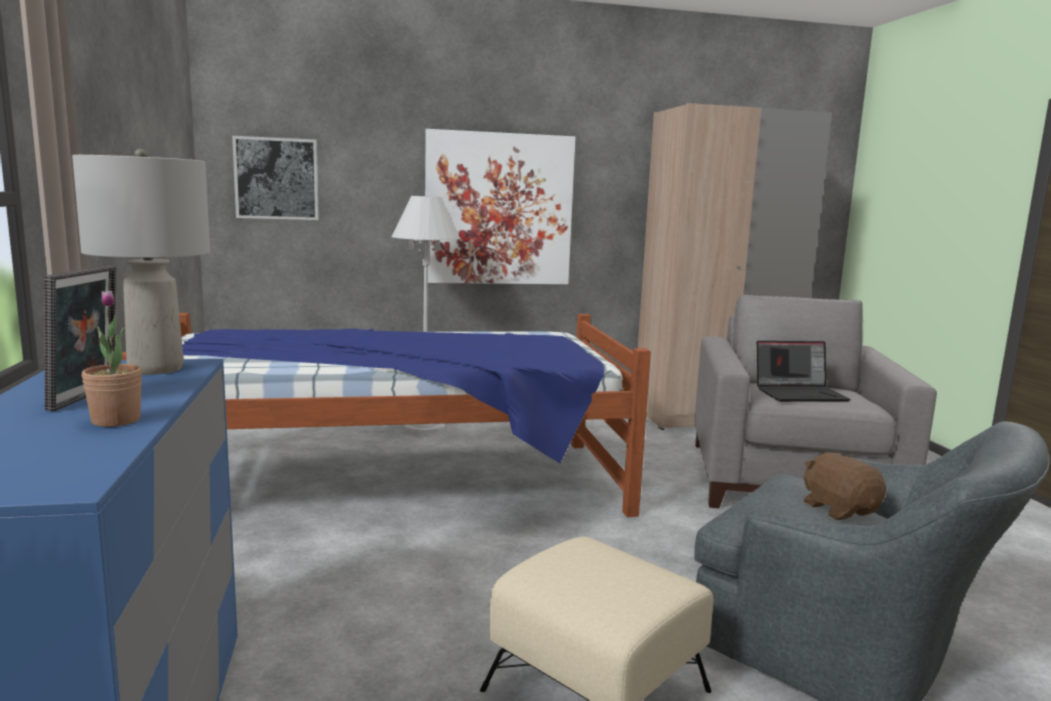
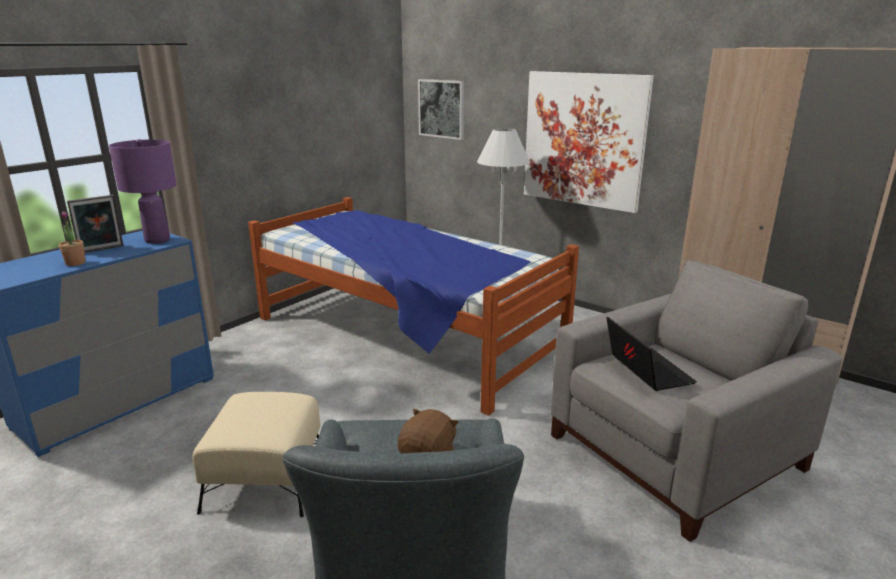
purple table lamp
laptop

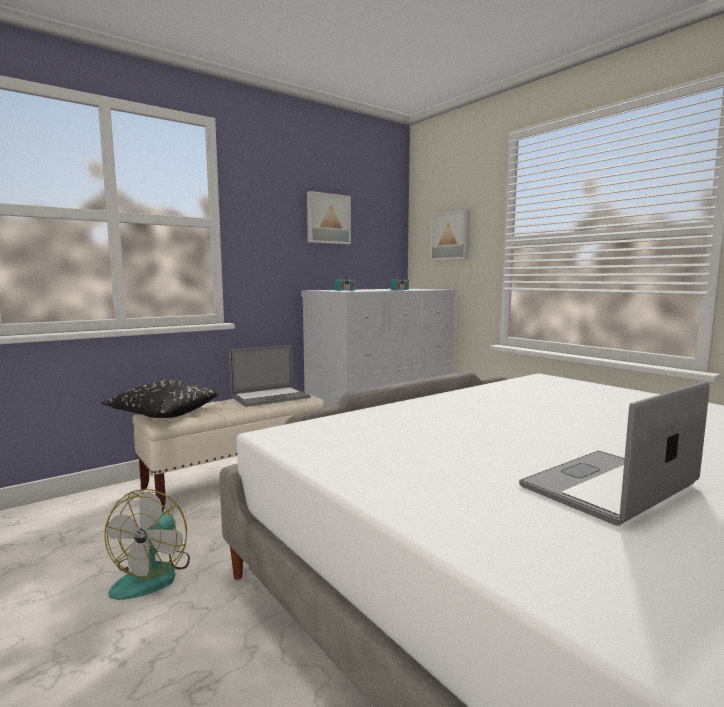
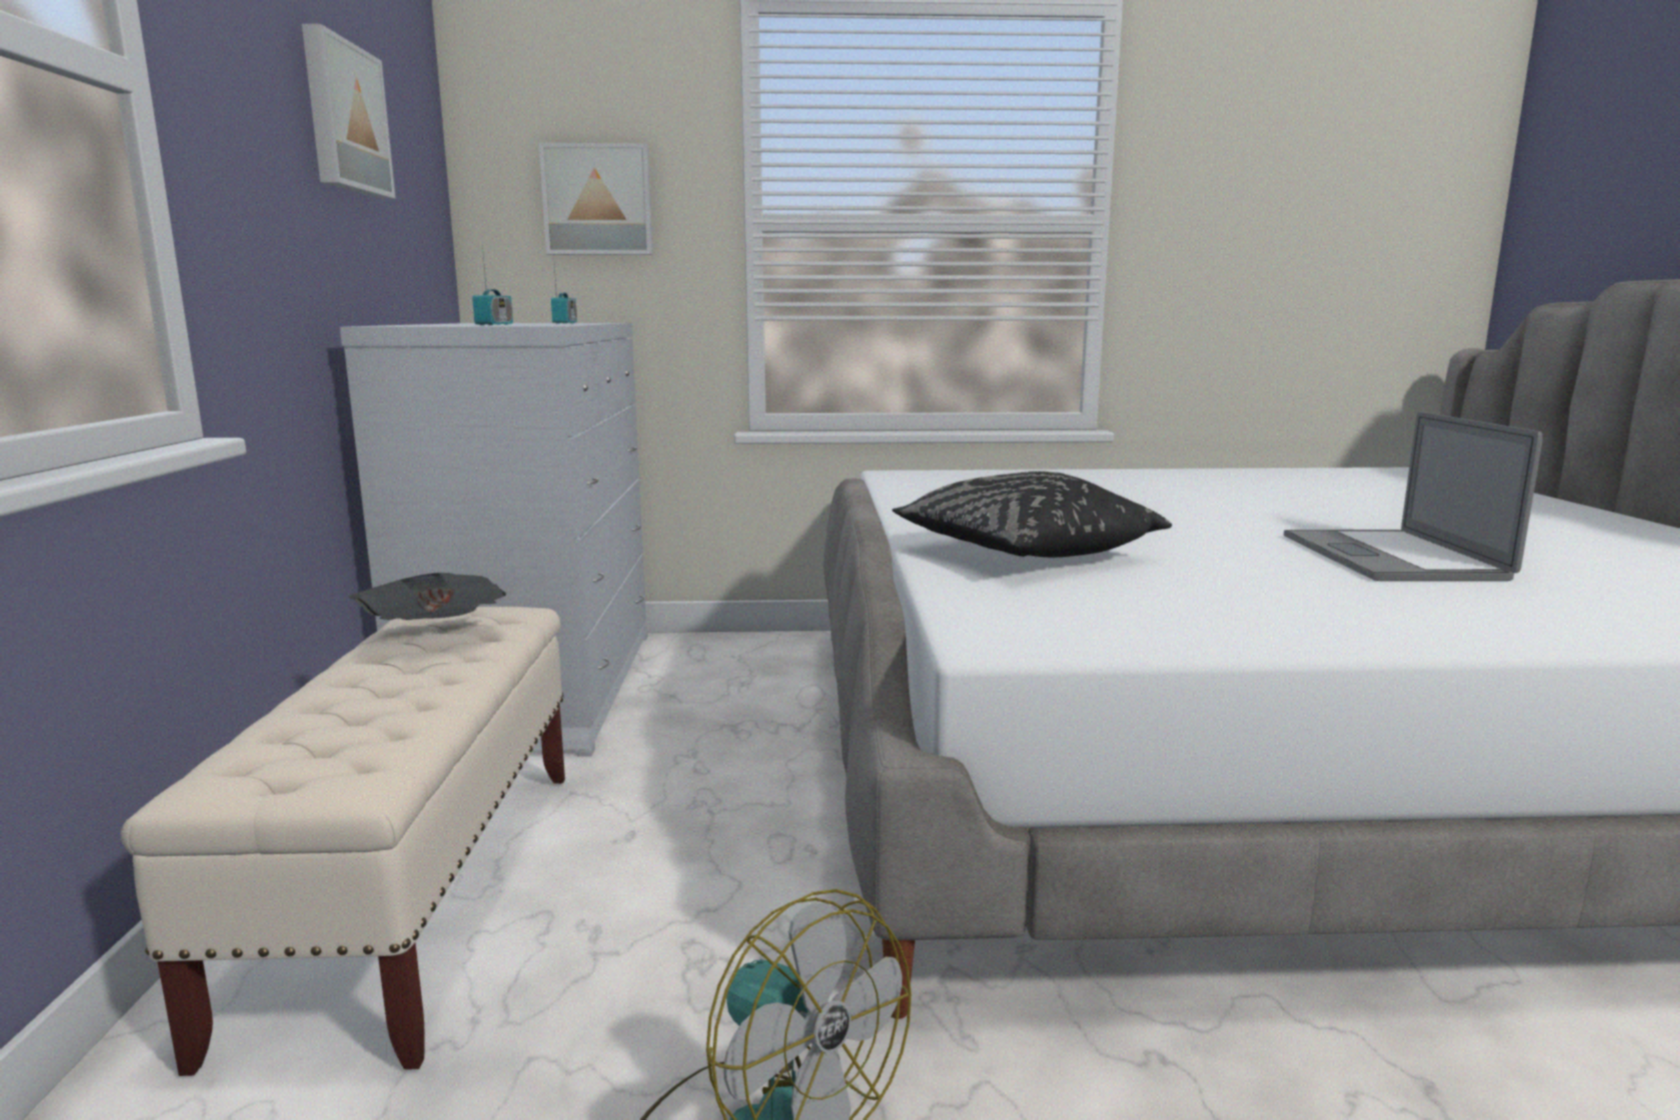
newspaper
black pillow

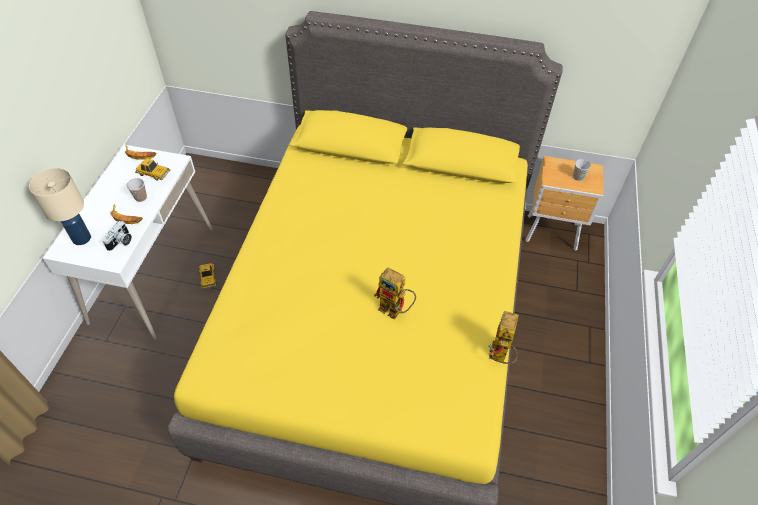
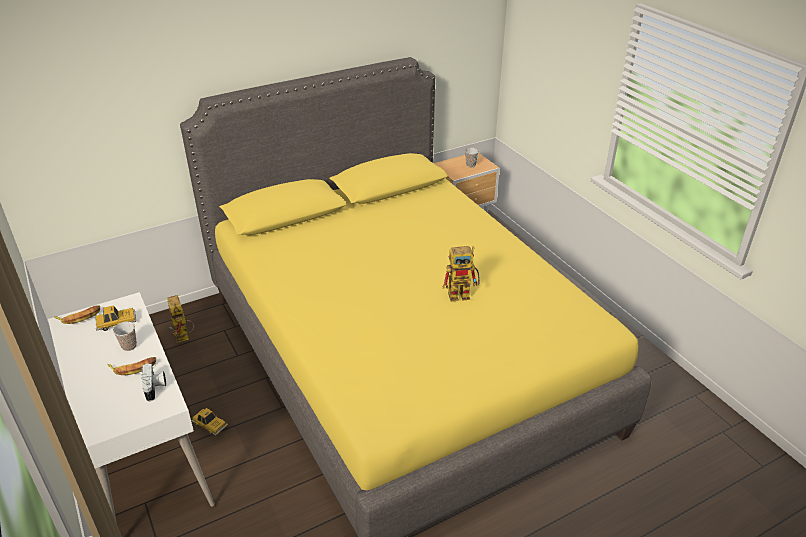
toy robot (1st from left)
beige table lamp

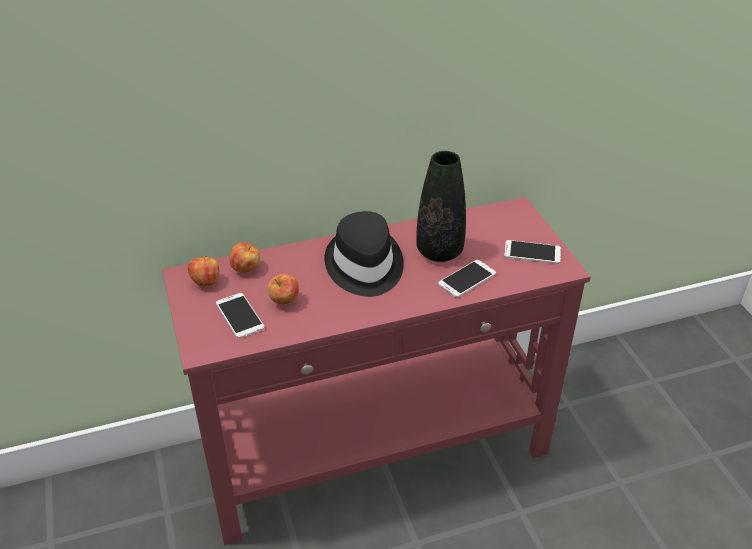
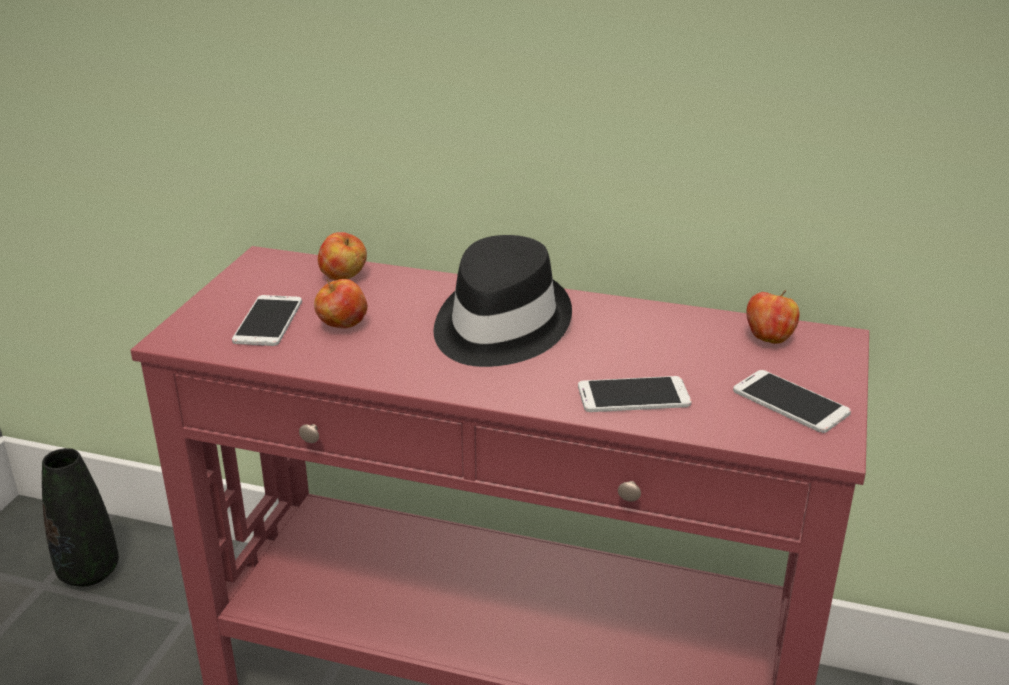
black vase
apple (3rd from left)

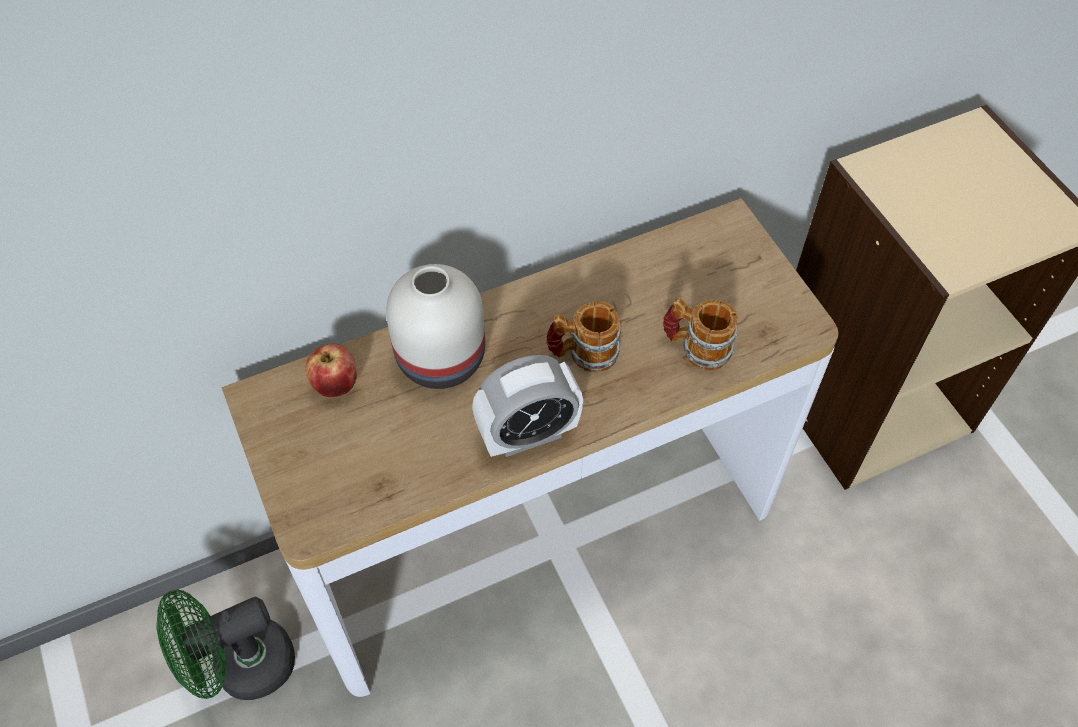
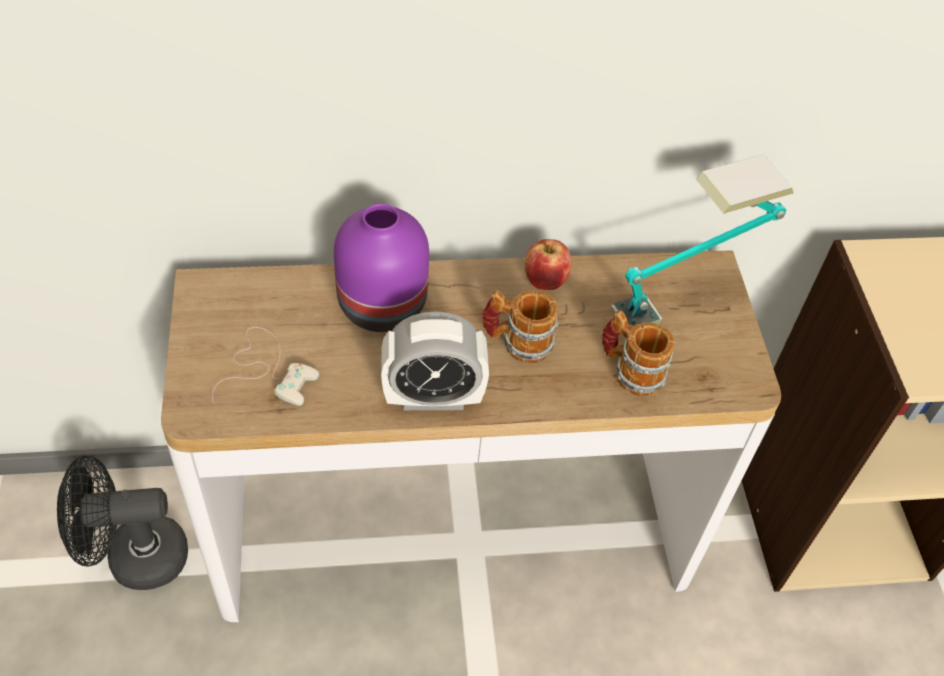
black fan
white game controller
purple vase
apple
table lamp

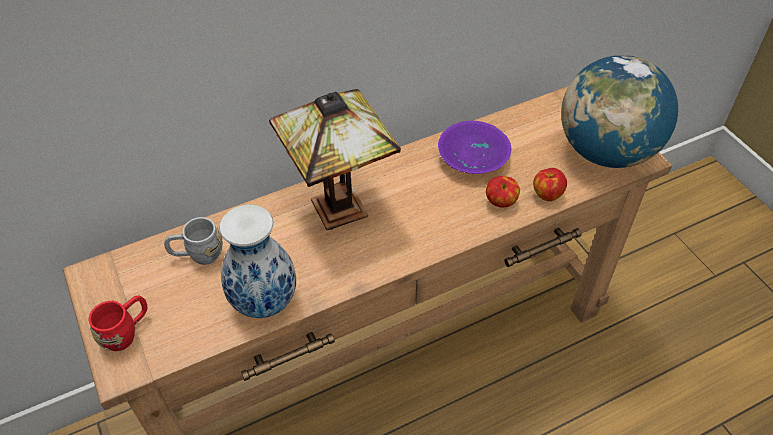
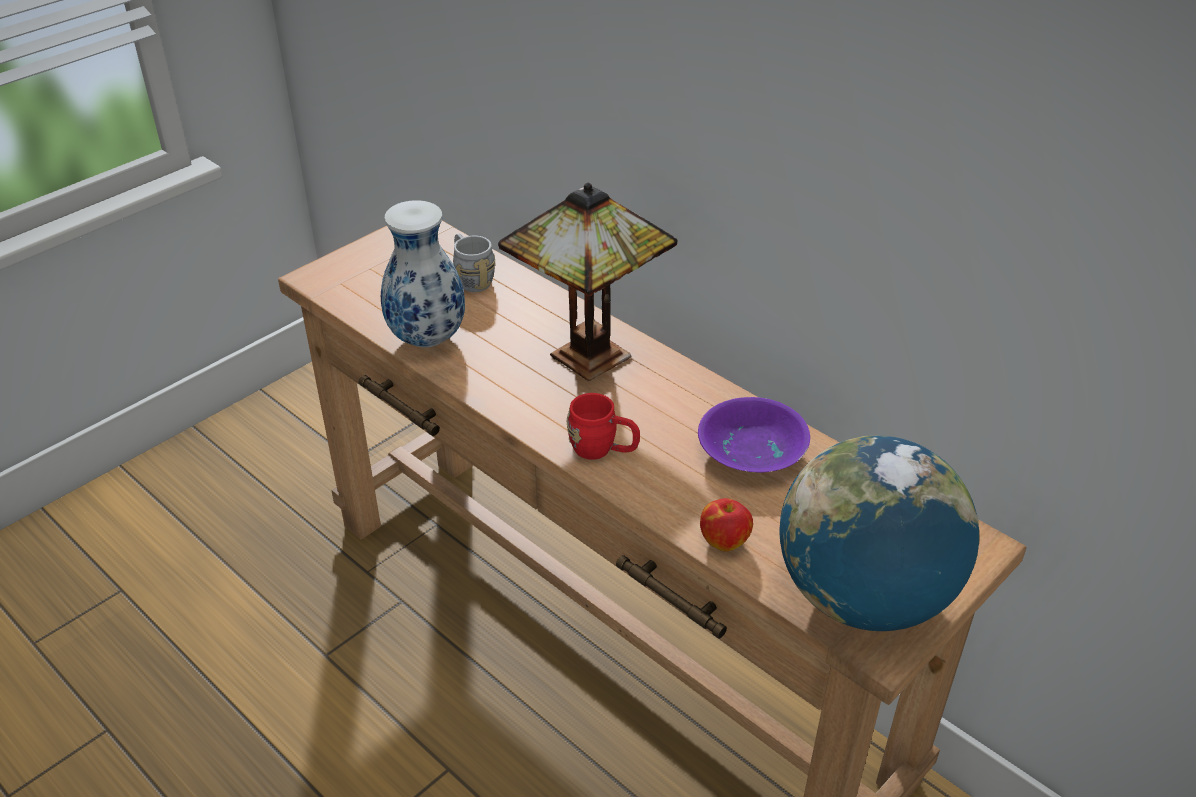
red mug
apple (1st from left in the first image)

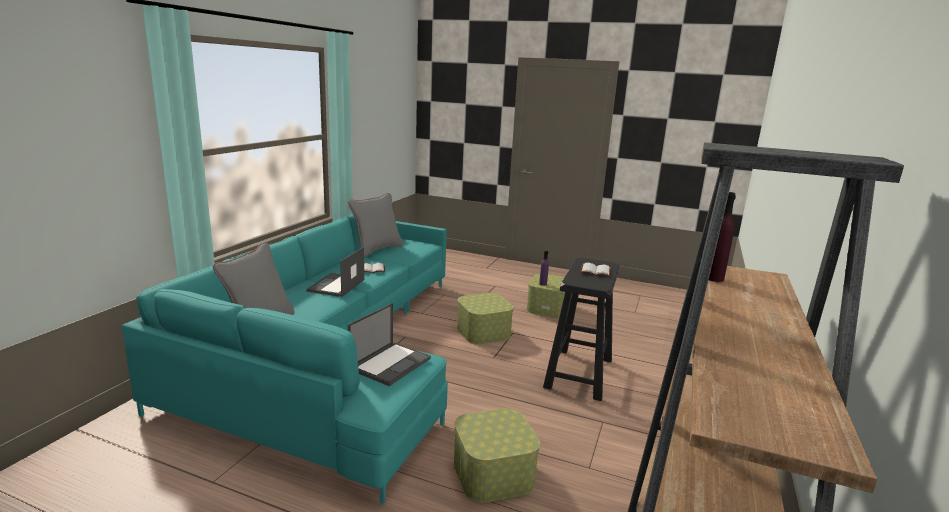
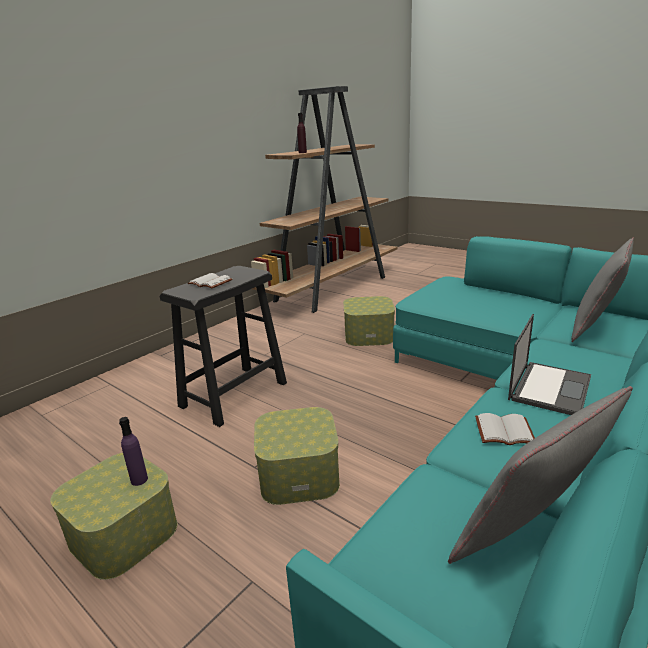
laptop (2nd from left in the first image)

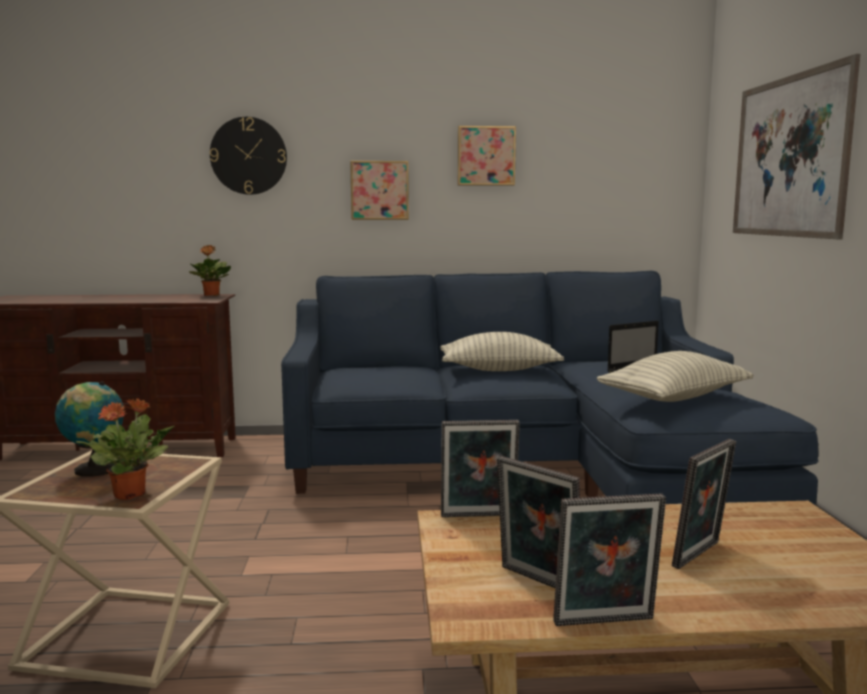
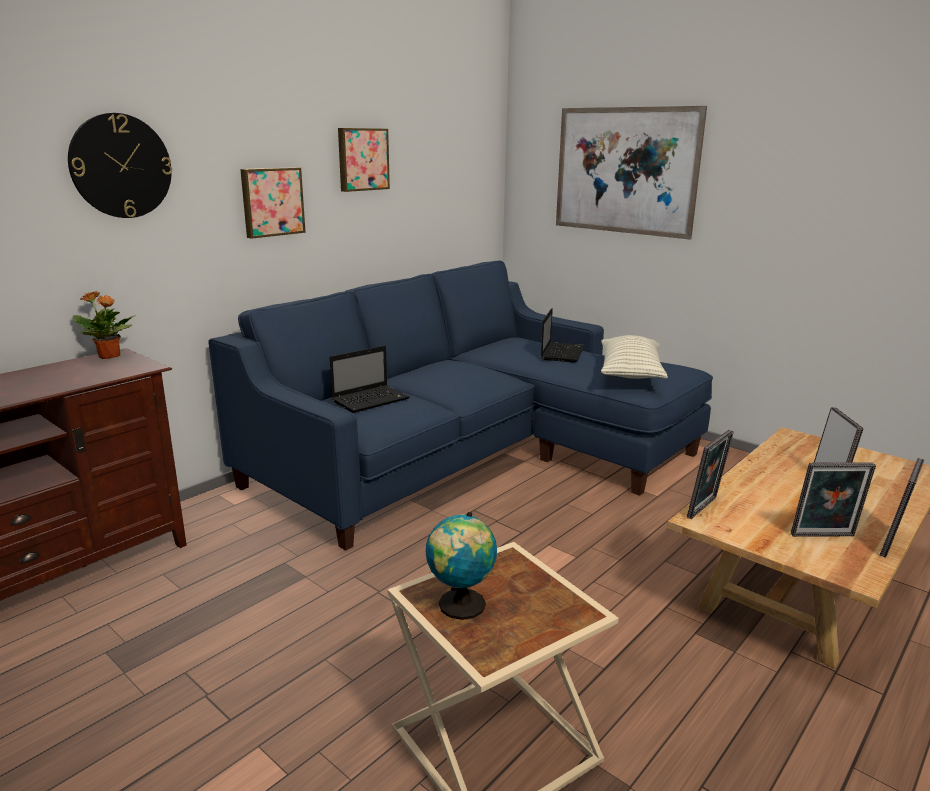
laptop (1st from left)
potted plant (1st from left in the first image)
pillow (1st from left in the first image)

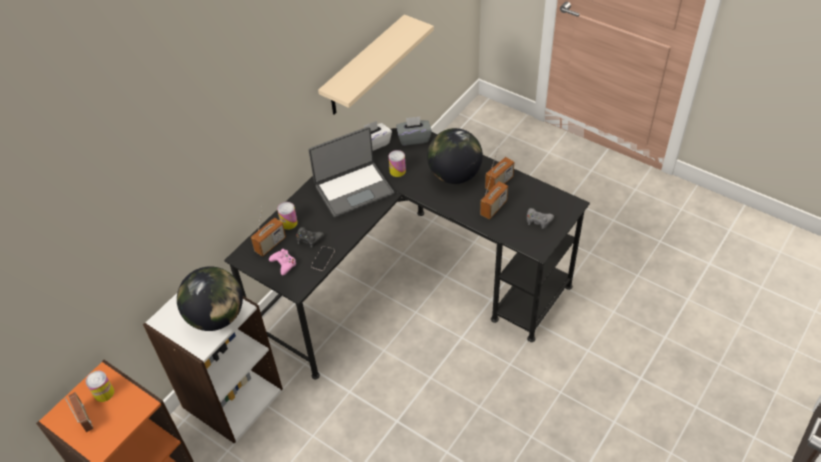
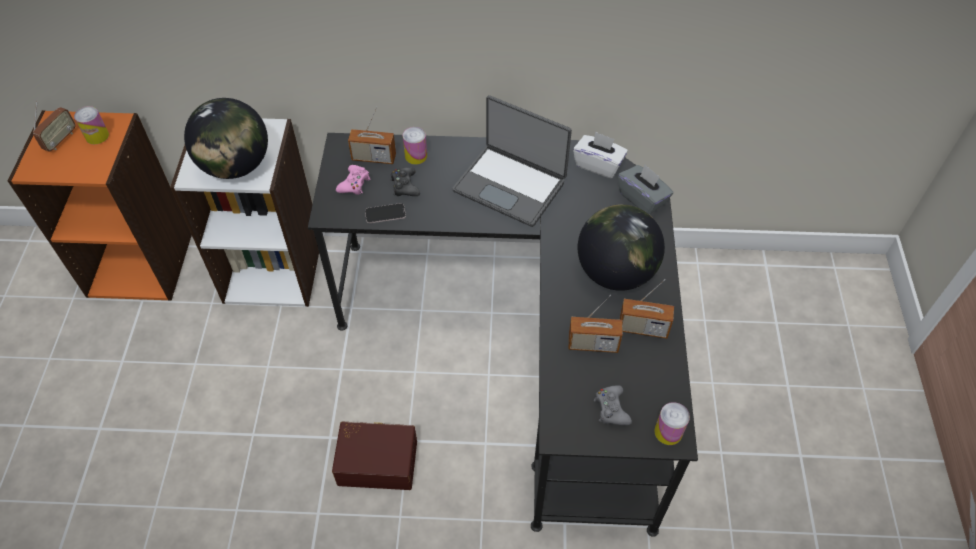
brown storage box
can (3rd from left)
beige shelf

